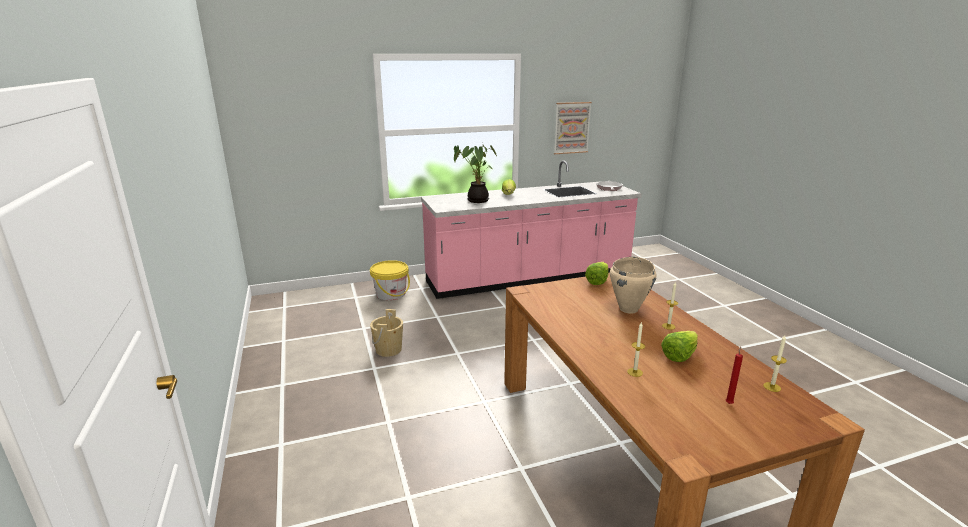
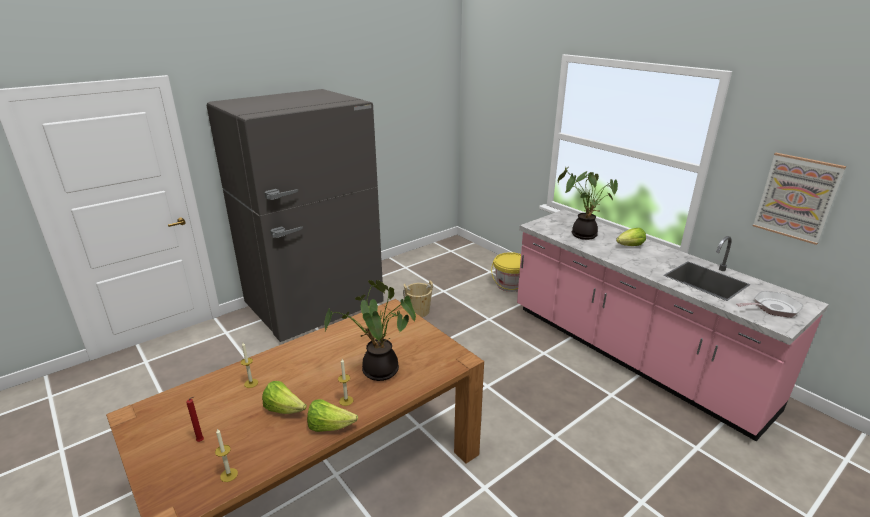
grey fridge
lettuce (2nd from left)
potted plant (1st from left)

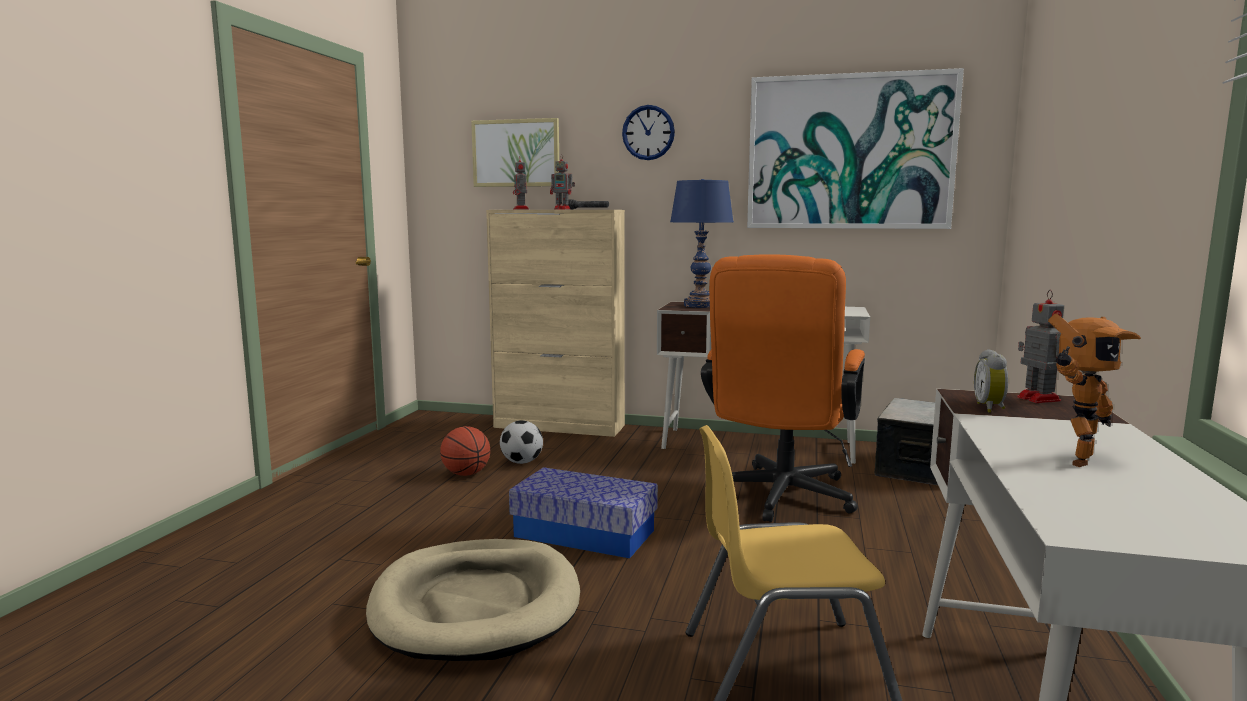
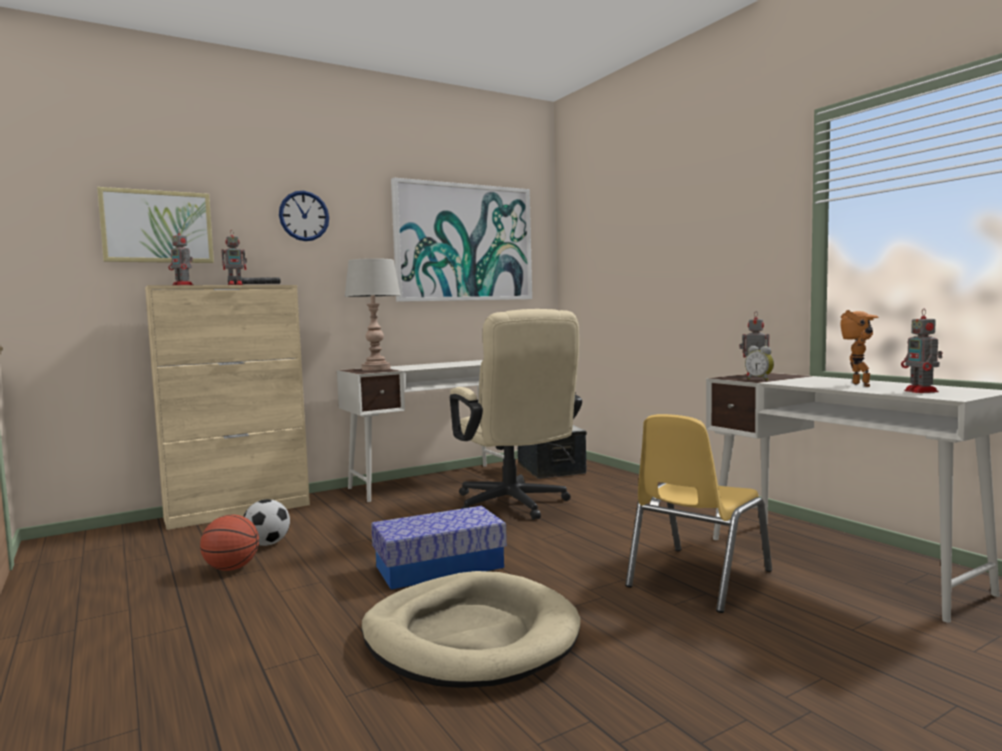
grey table lamp
beige office chair
toy robot (5th from left)

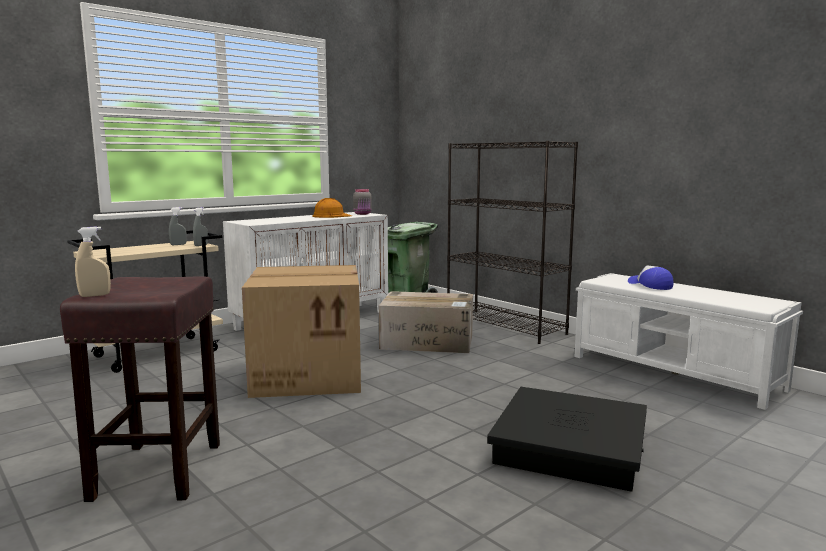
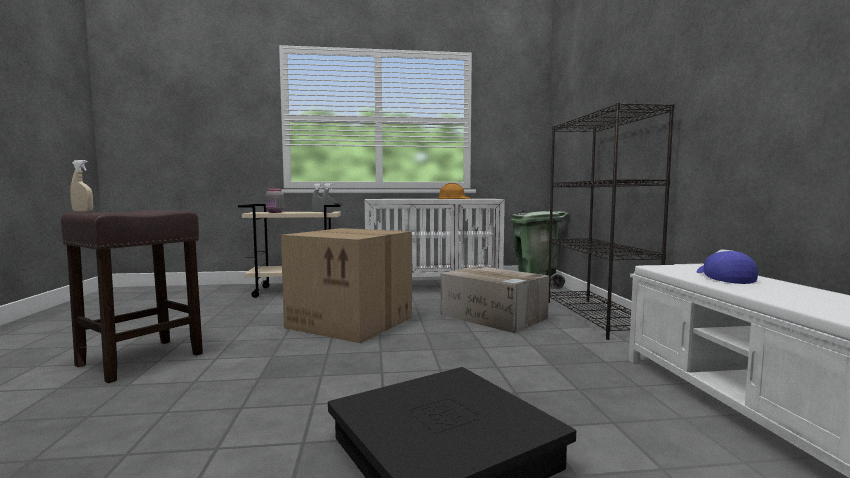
grey jar

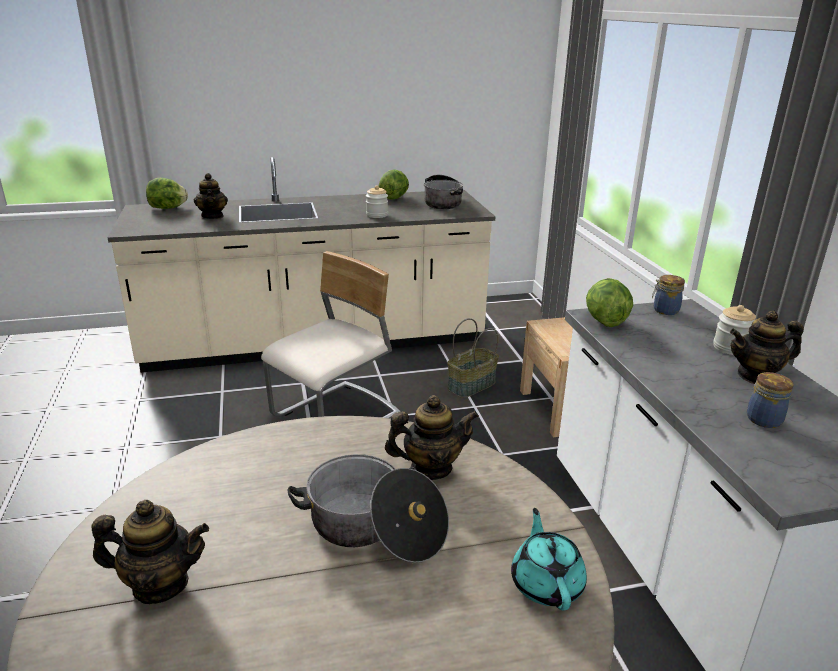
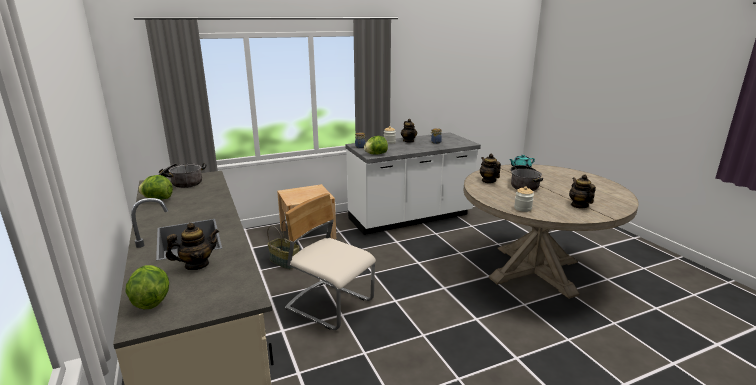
jar (4th from left)

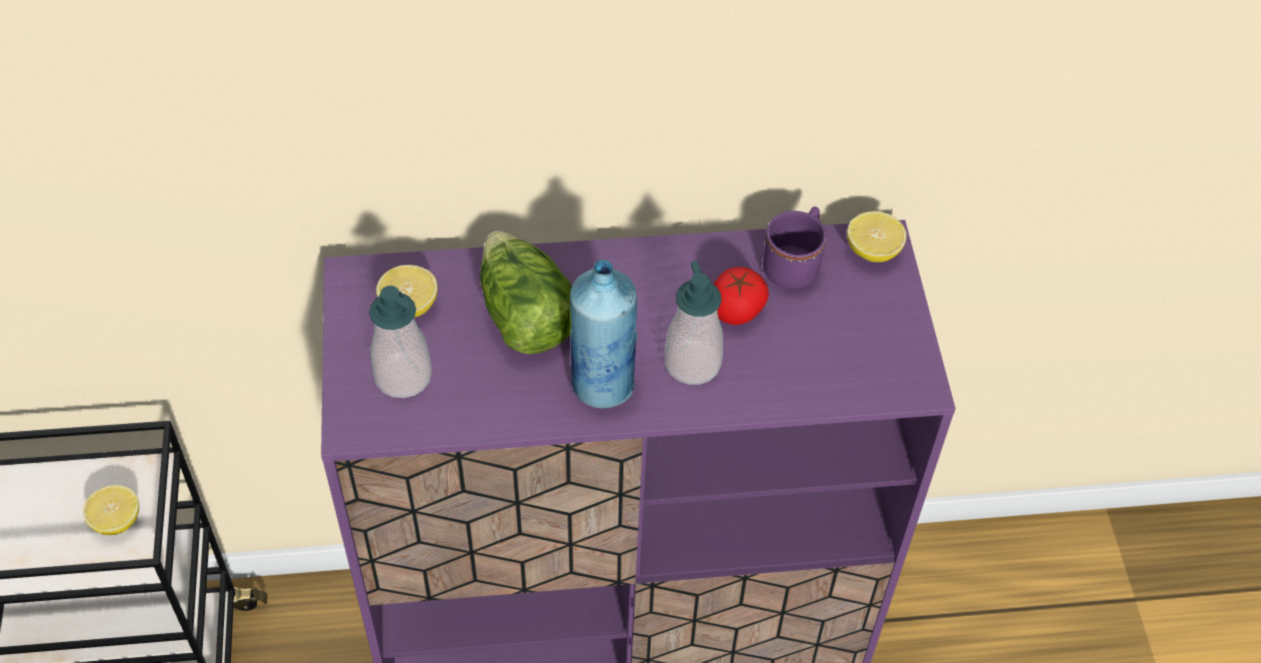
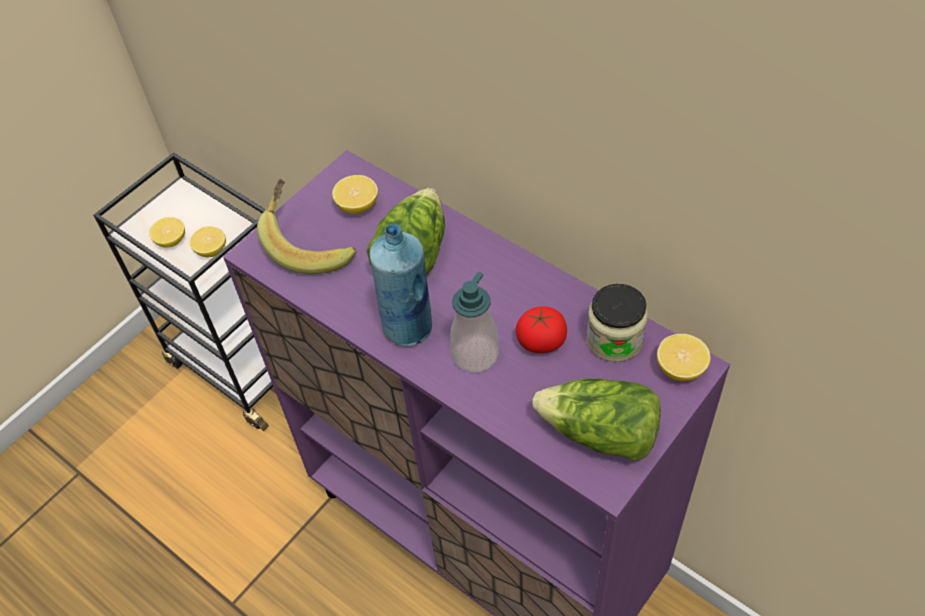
lemon (1st from left)
banana
lettuce (2nd from left)
jar

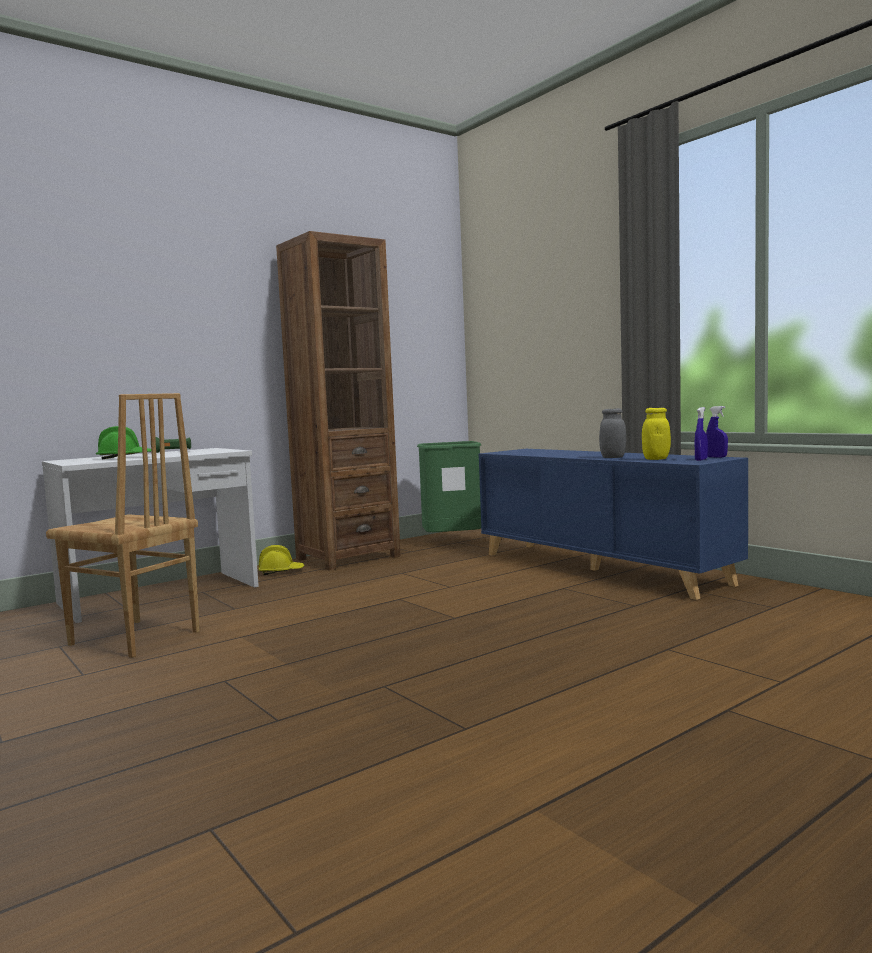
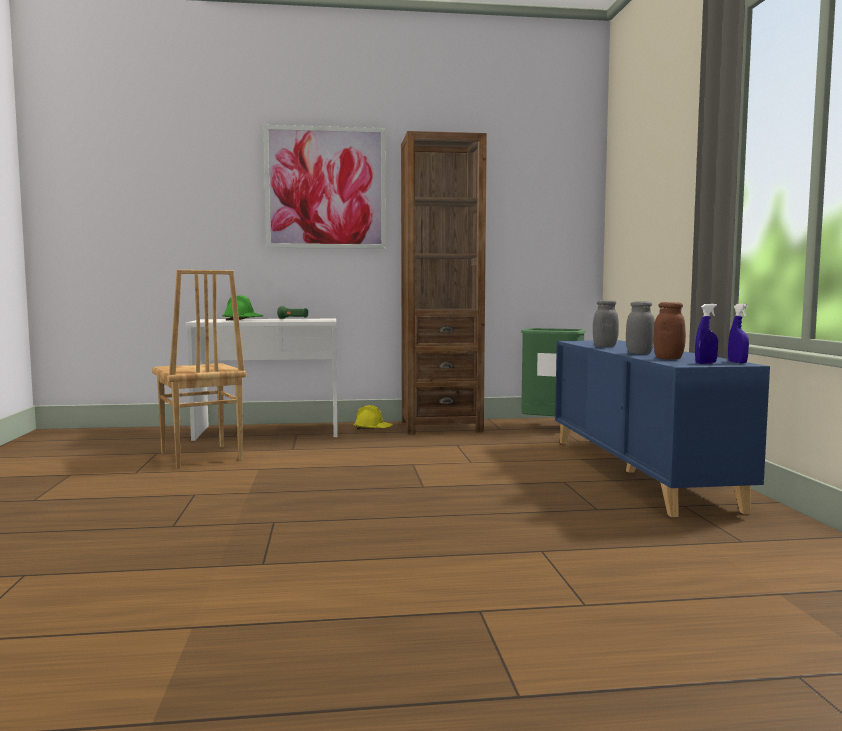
picture
grey jar (1st from left)
brown jar

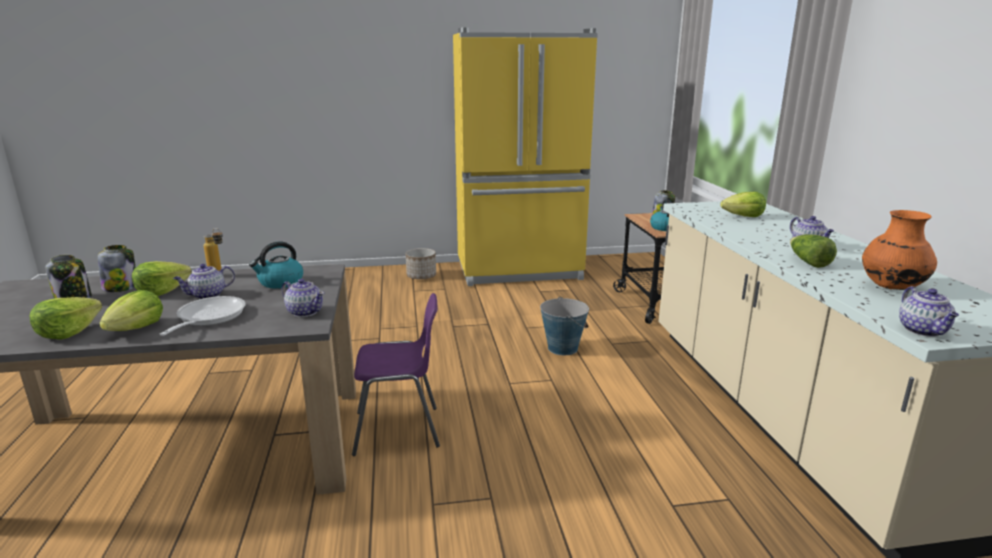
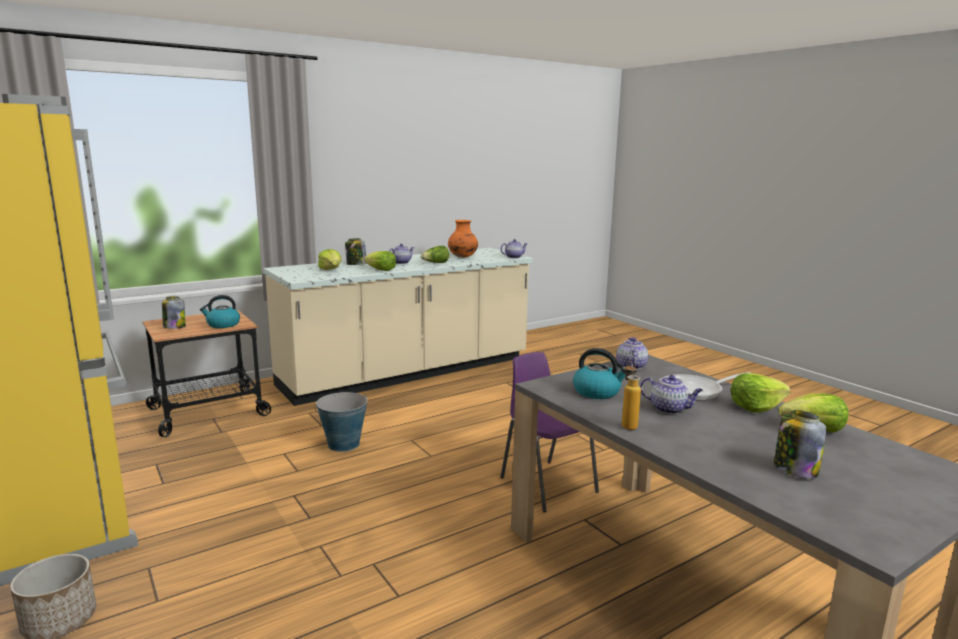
jar (2nd from left)
lettuce (2nd from left)

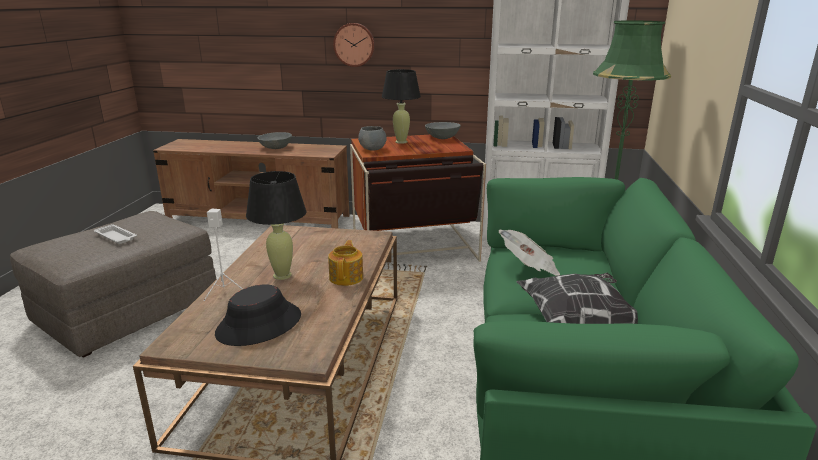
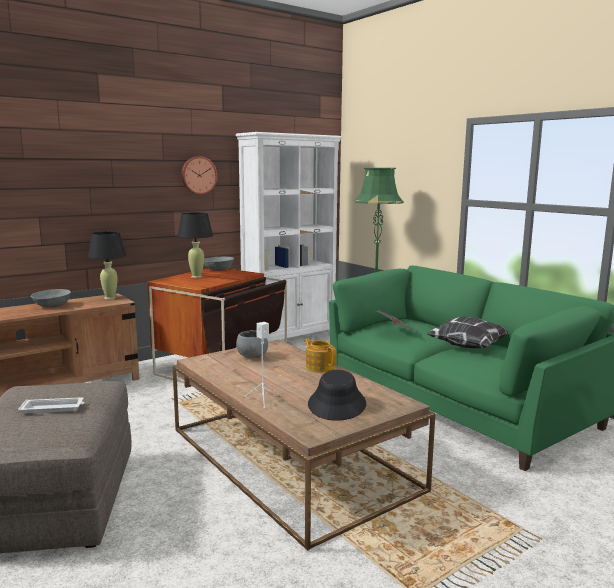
black table lamp (1st from left)
wall clock
grey bowl (3rd from left)

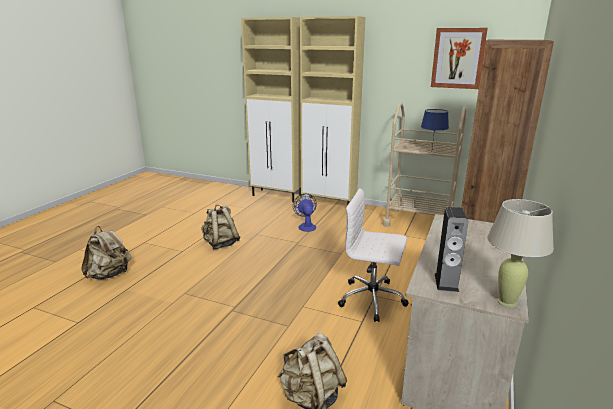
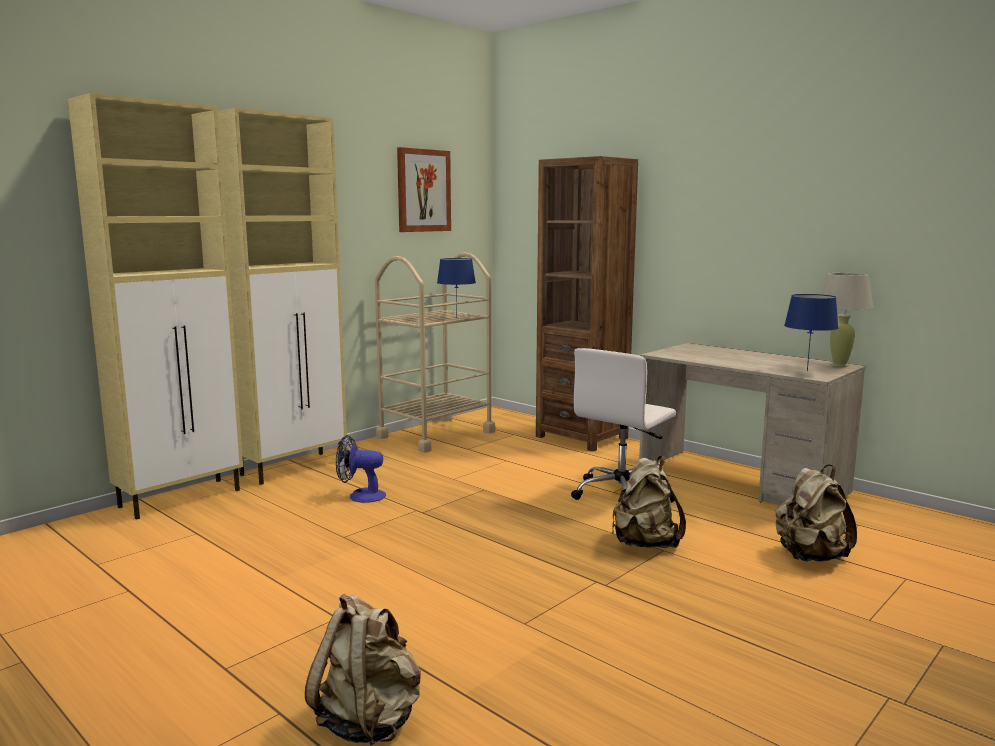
beige backpack (2nd from left)
blue table lamp (2nd from left)

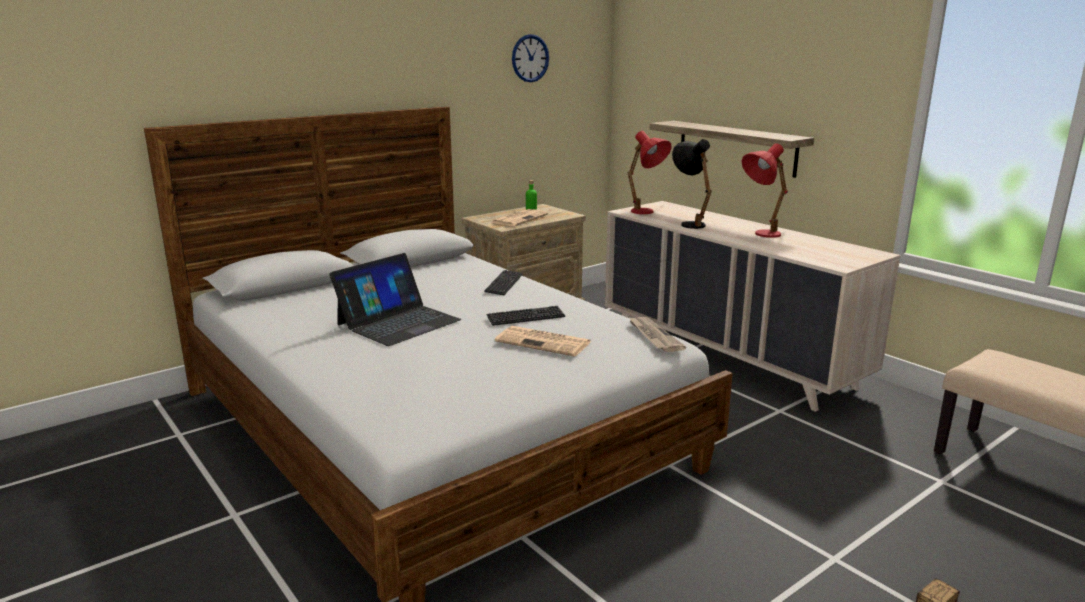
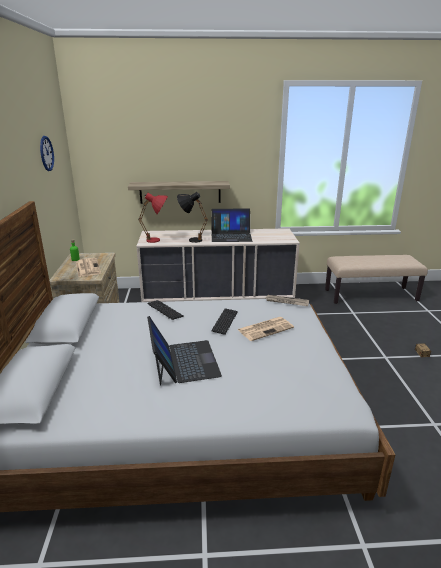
laptop (2nd from left)

